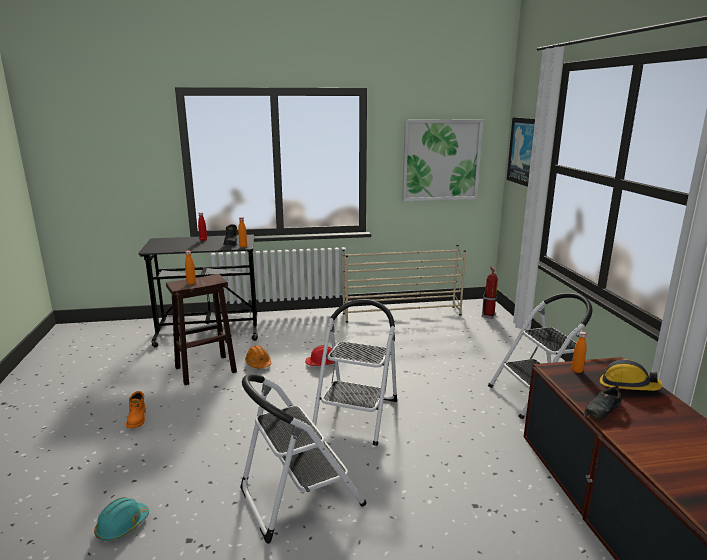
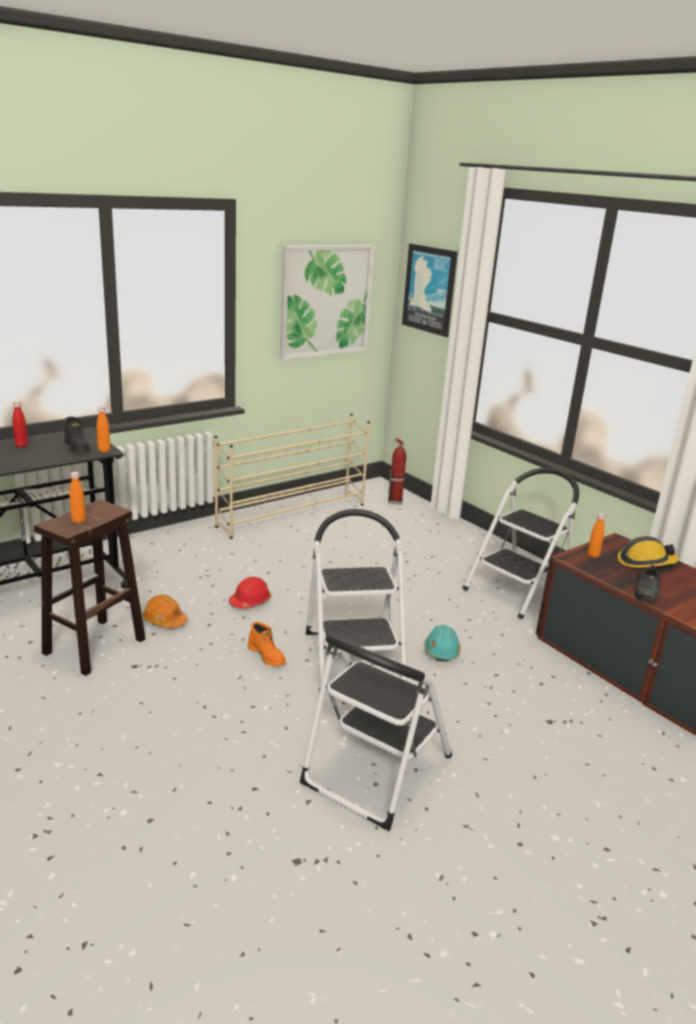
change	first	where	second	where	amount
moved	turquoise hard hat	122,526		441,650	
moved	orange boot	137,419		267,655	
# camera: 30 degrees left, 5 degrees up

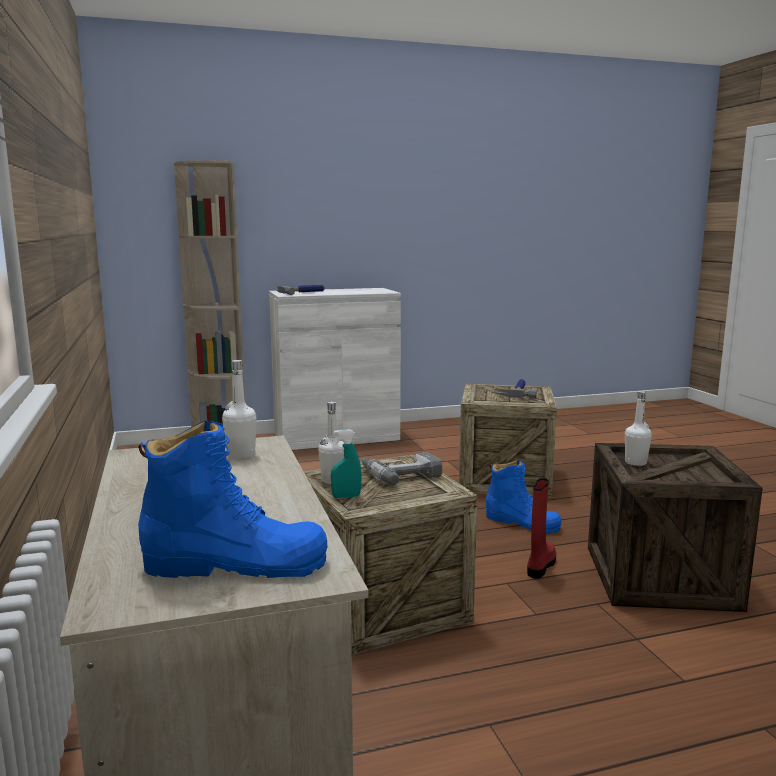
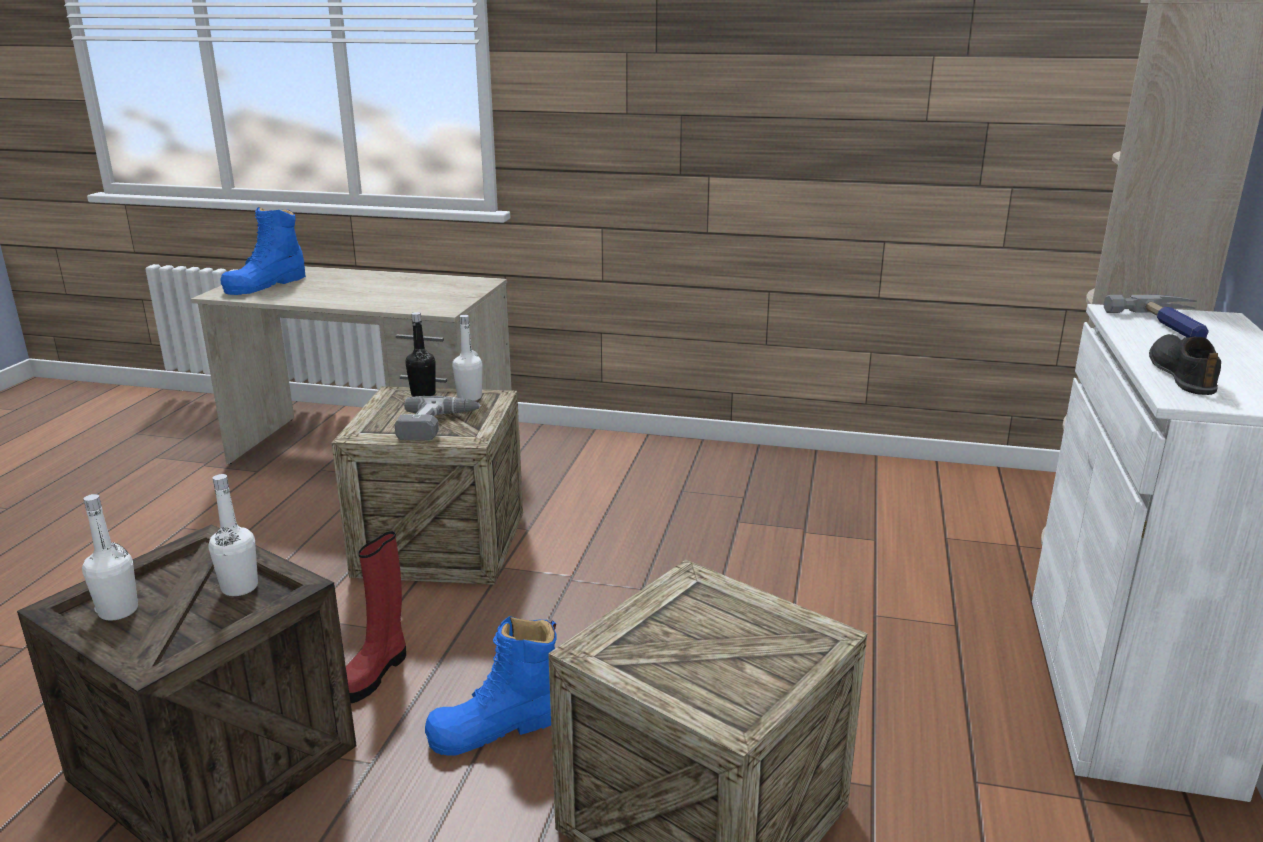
change	first	where	second	where	amount
removed	hammer	516,392			
added			black shoe	1182,373	
moved	white bottle	241,455		118,611	
replaced	turquoise spray bottle	346,496	black bottle	423,394	
turned	red boot	540,565		375,673	60 degrees clockwise
# camera: 120 degrees right, 10 degrees up

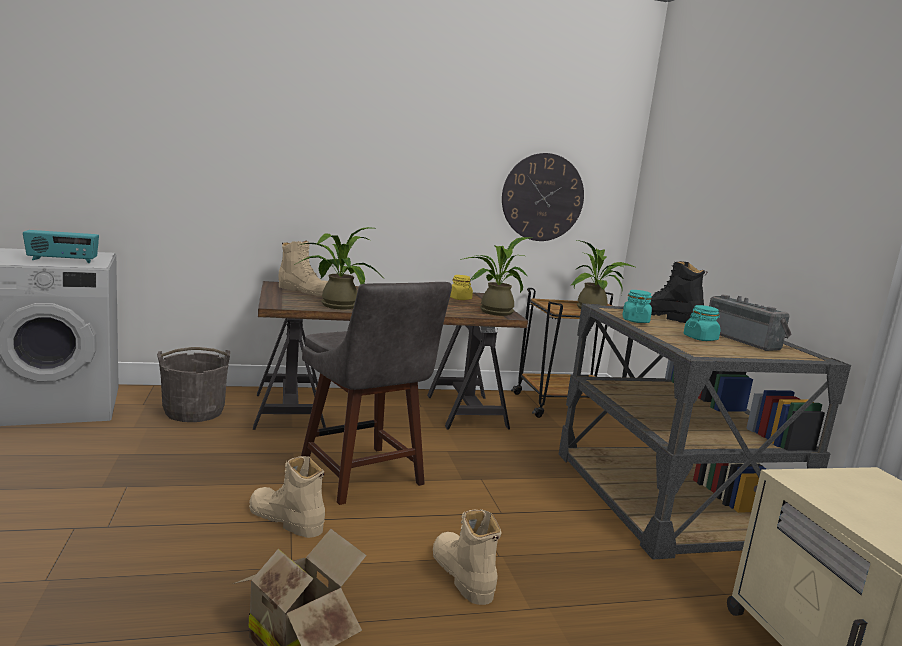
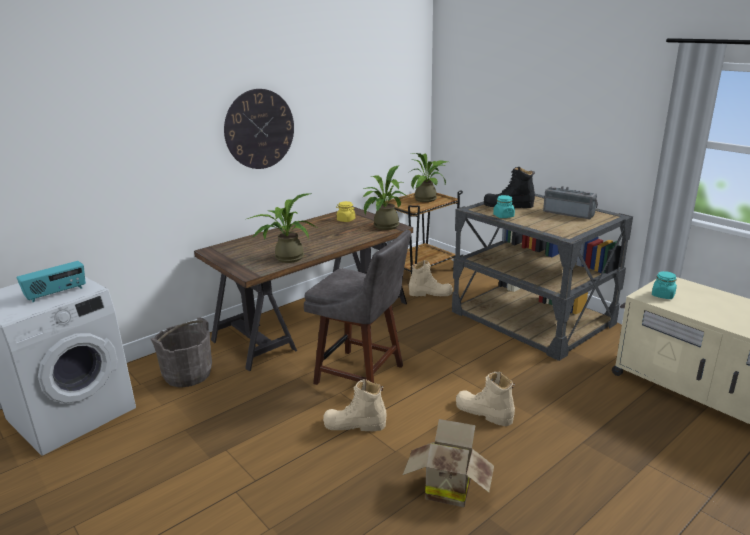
change	first	where	second	where	amount
moved	beige boot	305,291		430,293	
moved	wall clock	542,197		259,129	
moved	turquoise jar	700,338		663,295	
# camera: 25 degrees left, 10 degrees up

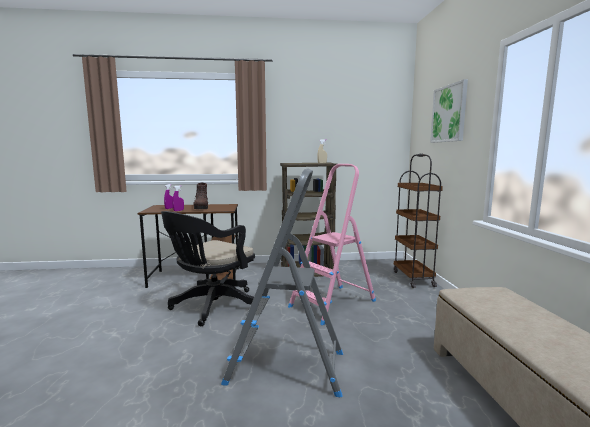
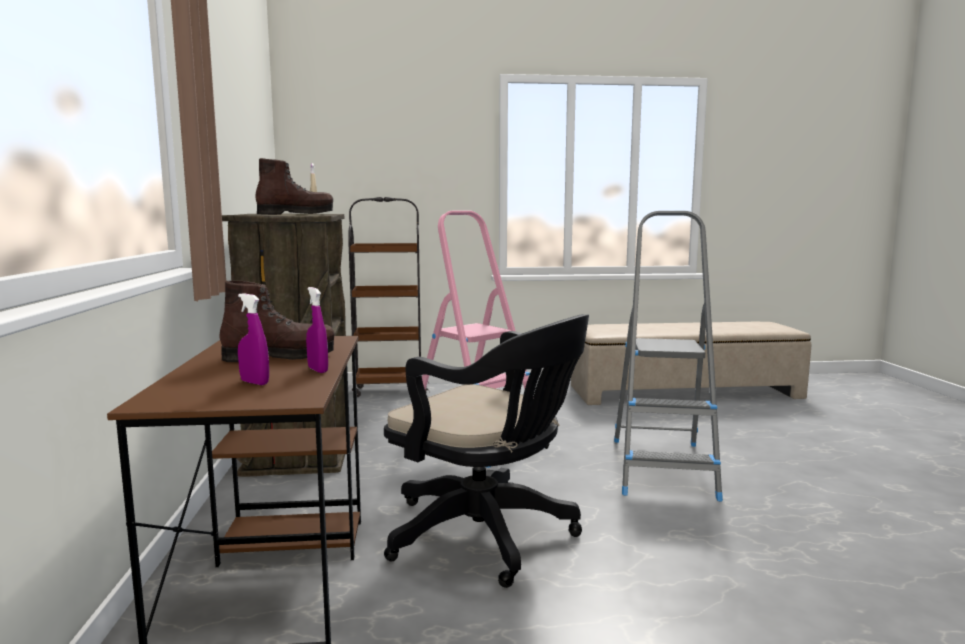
change	first	where	second	where	amount
removed	picture	449,113			
added			brown boot	296,214	
# camera: 90 degrees left, 0 degrees up

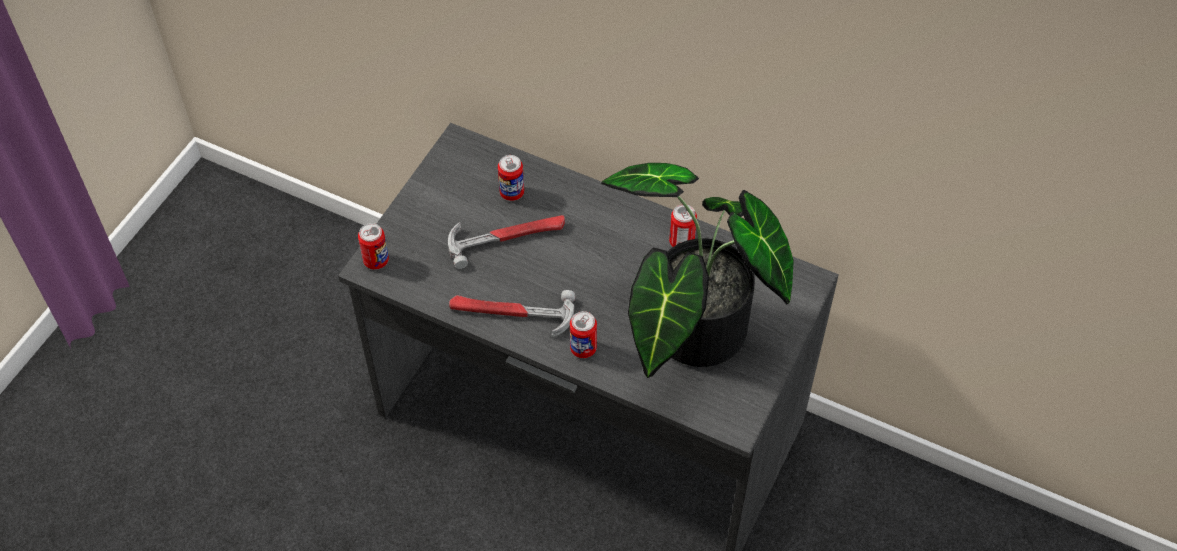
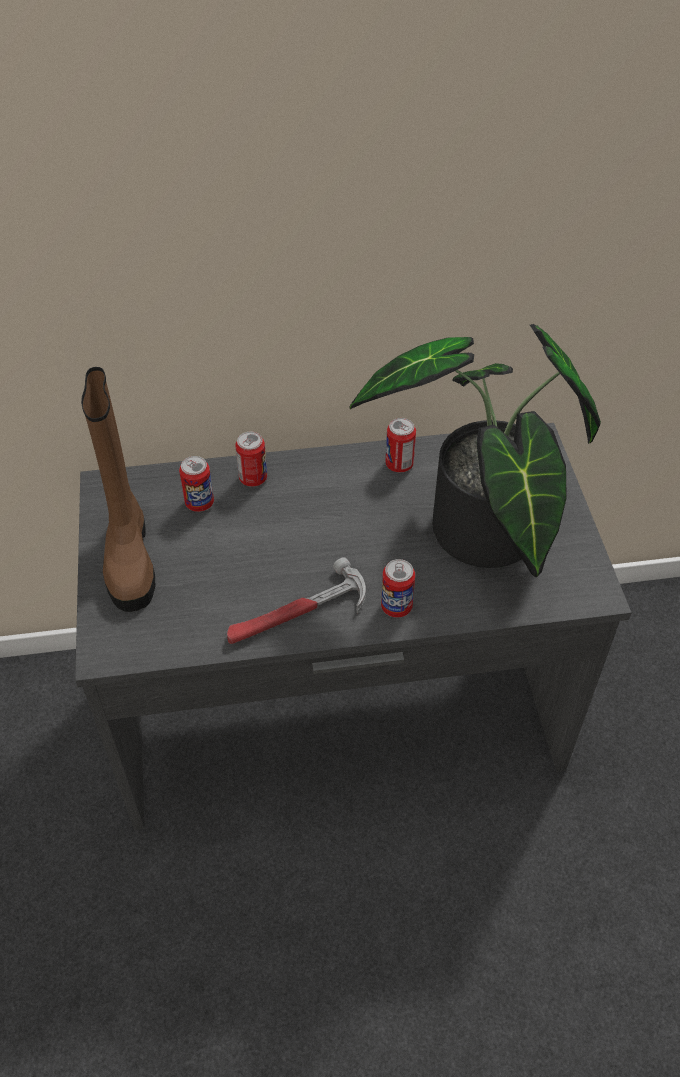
change	first	where	second	where	amount
removed	hammer	507,237			
added			brown boot	129,557	
moved	can	376,261		253,478	
# camera: 35 degrees left, 5 degrees down

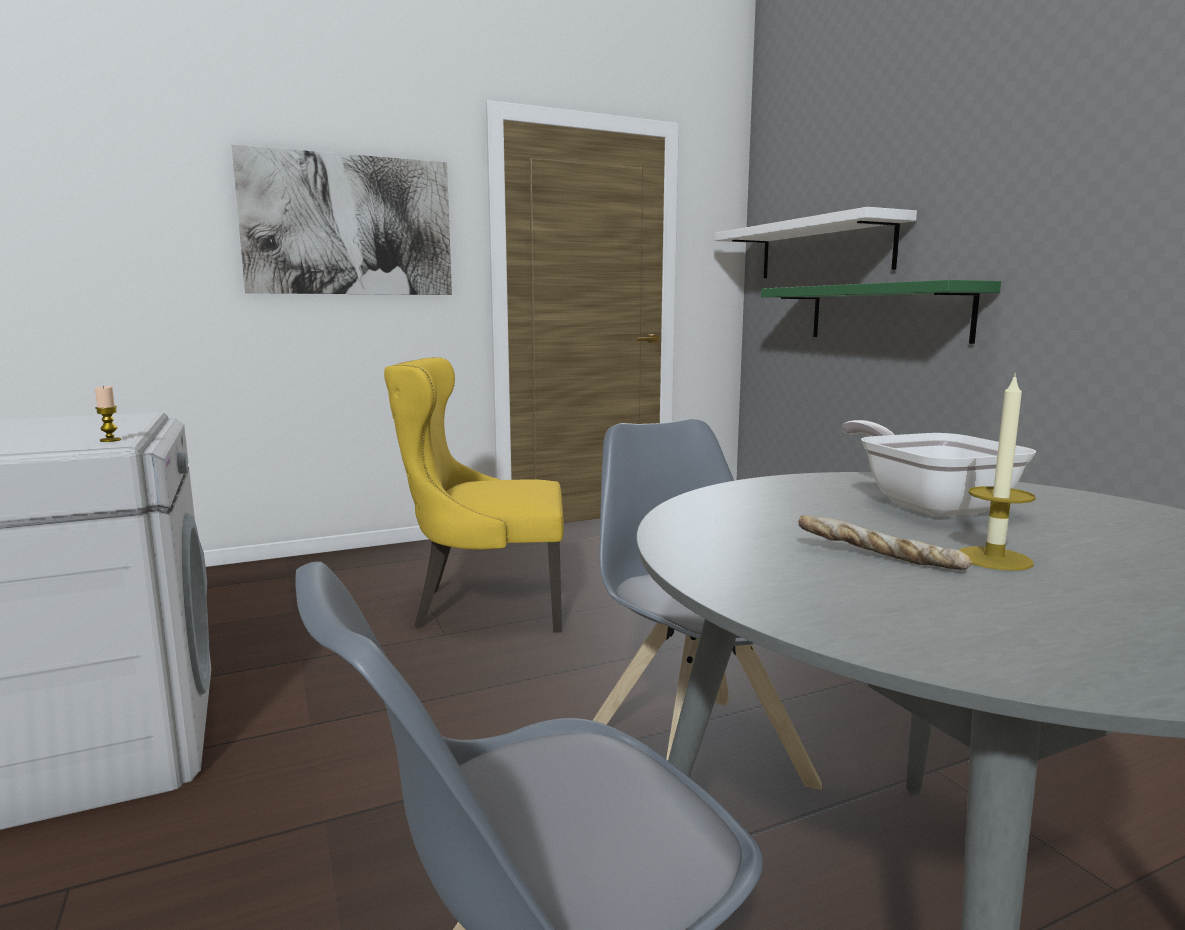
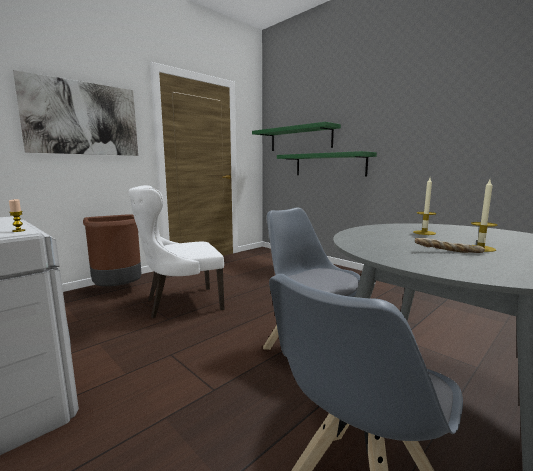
change	first	where	second	where	amount
added			brown trash can	118,290	
replaced	frying pan	927,503	candle	424,233	
recoloured	yellow chair	485,607	white chair	181,303	
recoloured	white shelf	824,249	green shelf	300,139	
# camera: 20 degrees left, 0 degrees up

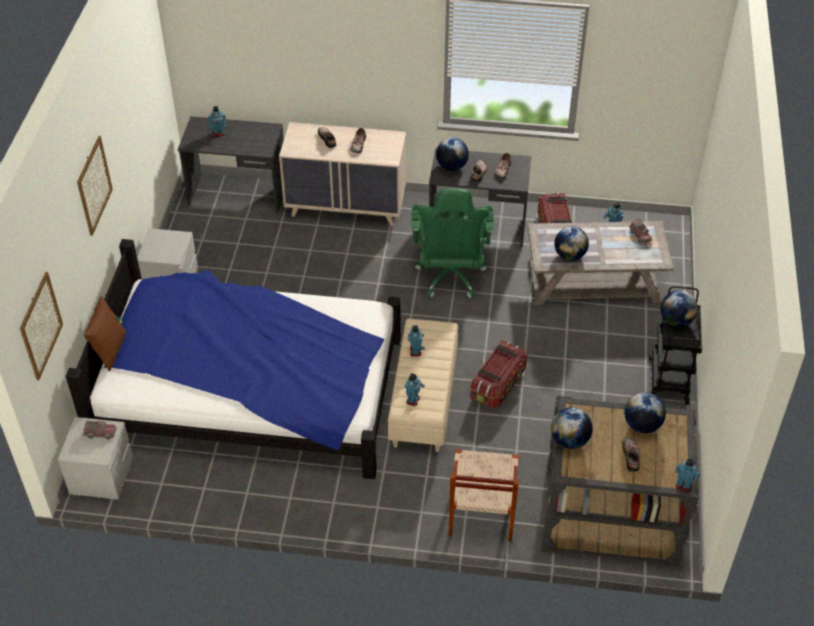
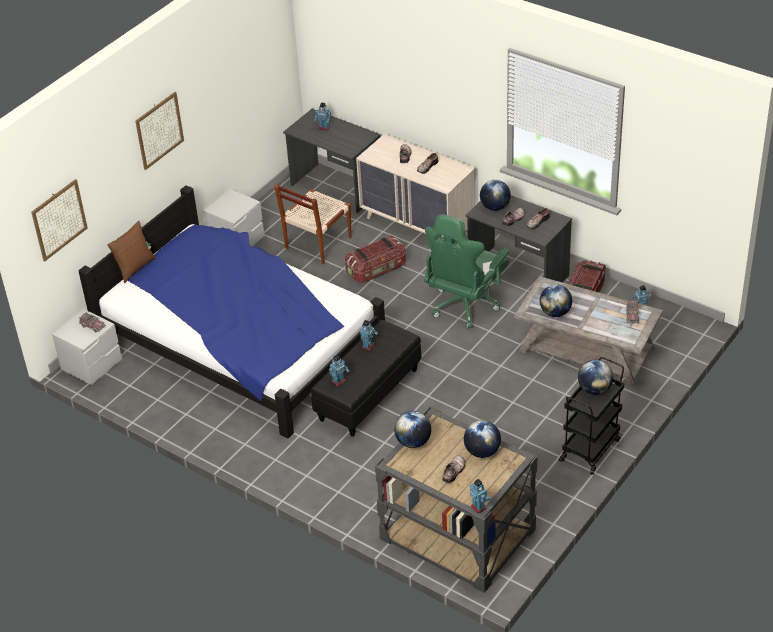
change	first	where	second	where	amount
moved	chair	481,514		317,244	
moved	storage box	498,384		377,270	
recoloured	beige ottoman	422,402	black ottoman	368,395	
# camera: 30 degrees right, 5 degrees down

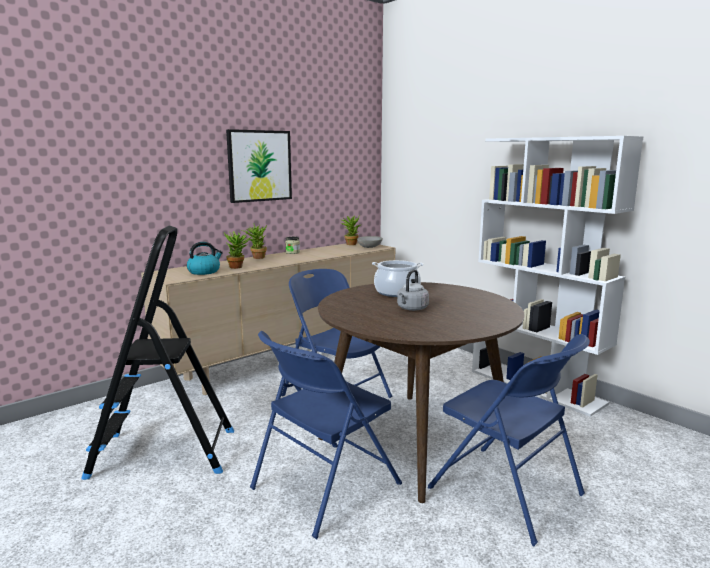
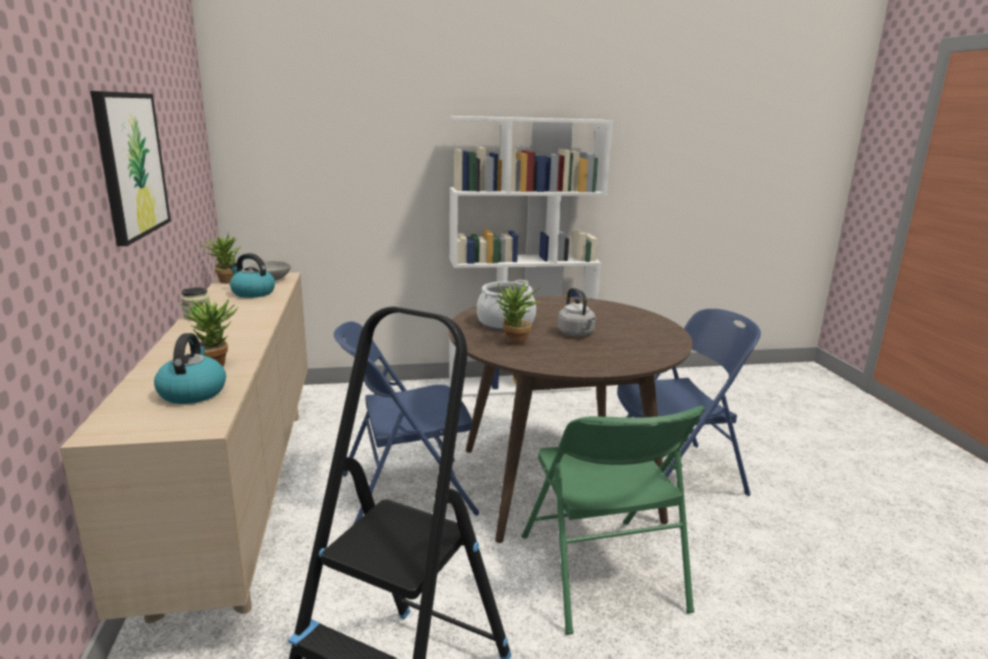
change	first	where	second	where	amount
added			kettle	252,293	
moved	potted plant	256,257		514,342	
recoloured	blue chair	325,486	green chair	600,572	
# camera: 60 degrees left, 5 degrees up

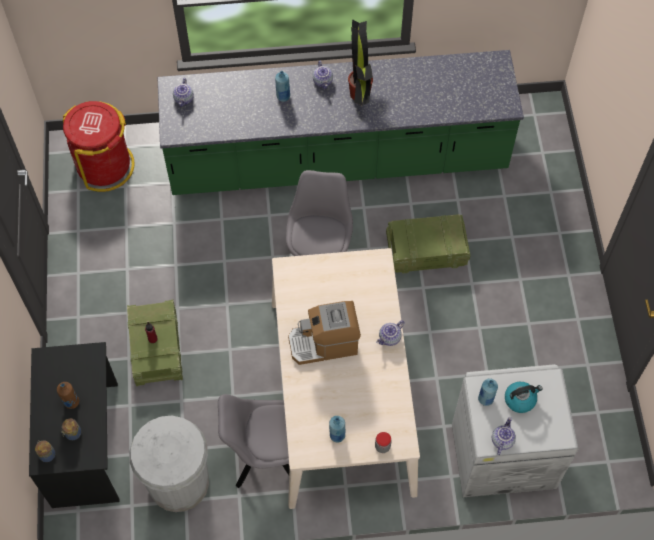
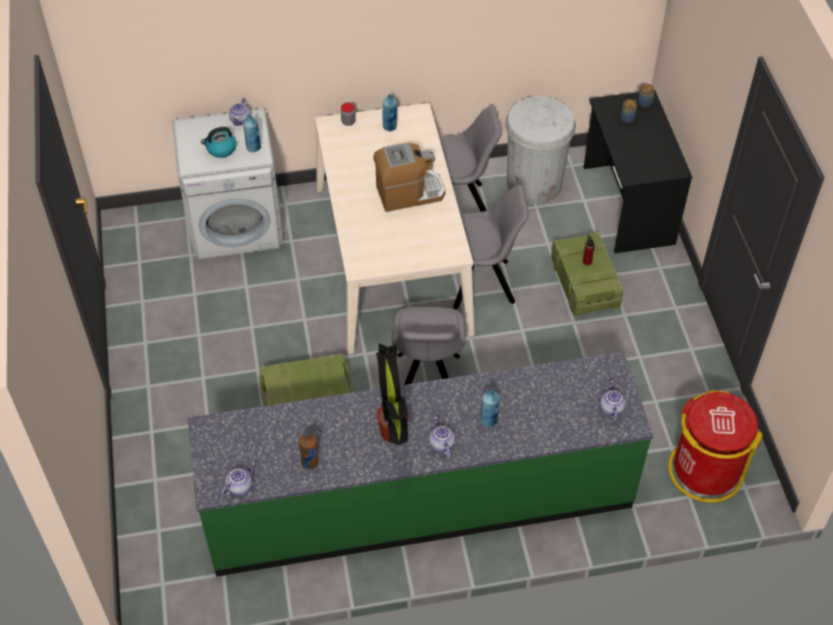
change	first	where	second	where	amount
added			grey chair	481,284	
moved	brown bottle	71,402		310,462	
moved	teapot	390,338		239,486	
# camera: 175 degrees right, 10 degrees down

